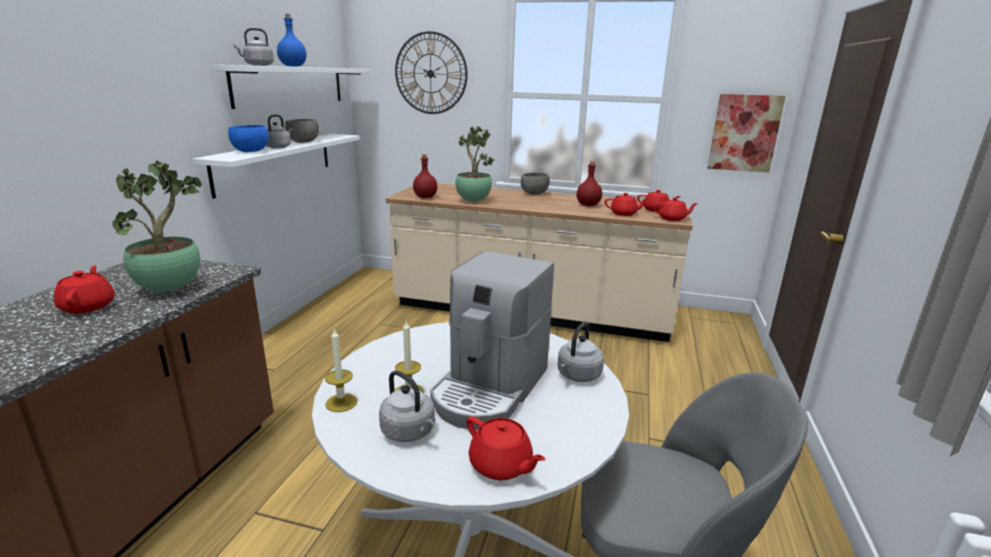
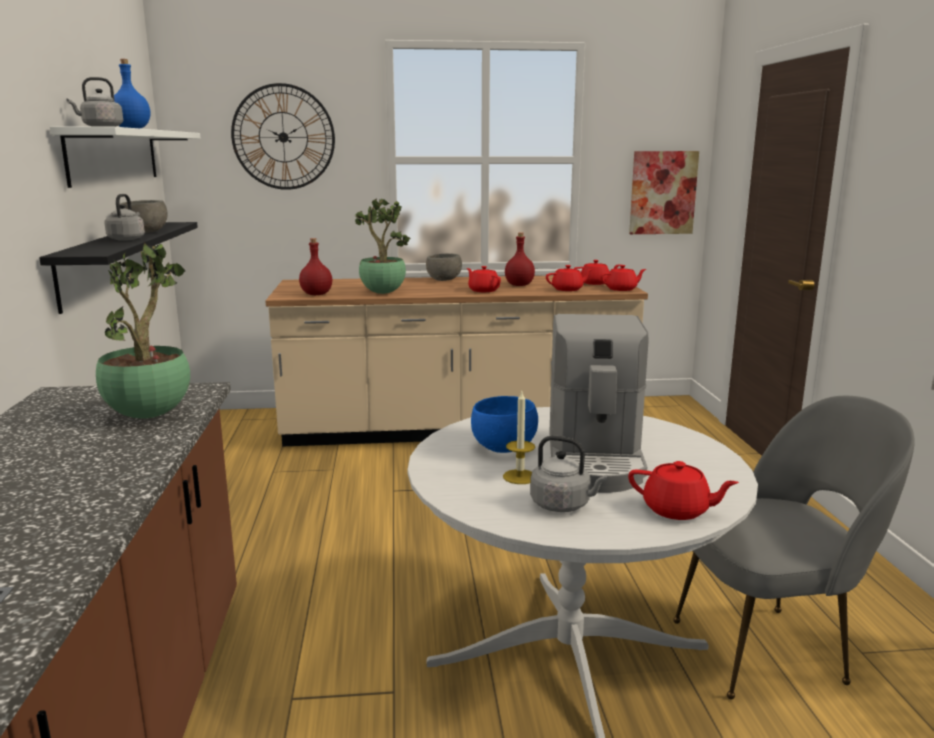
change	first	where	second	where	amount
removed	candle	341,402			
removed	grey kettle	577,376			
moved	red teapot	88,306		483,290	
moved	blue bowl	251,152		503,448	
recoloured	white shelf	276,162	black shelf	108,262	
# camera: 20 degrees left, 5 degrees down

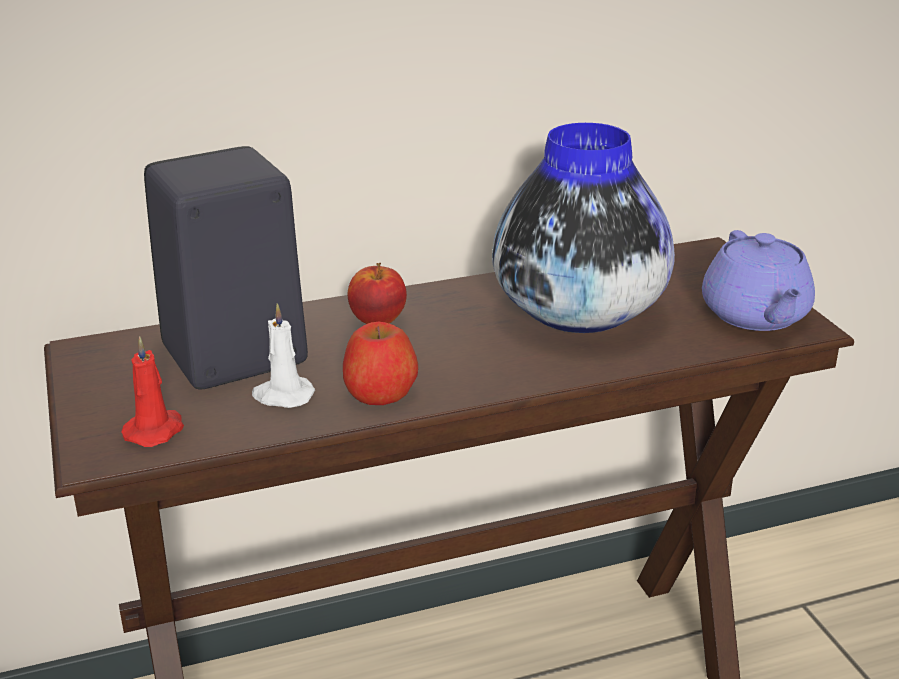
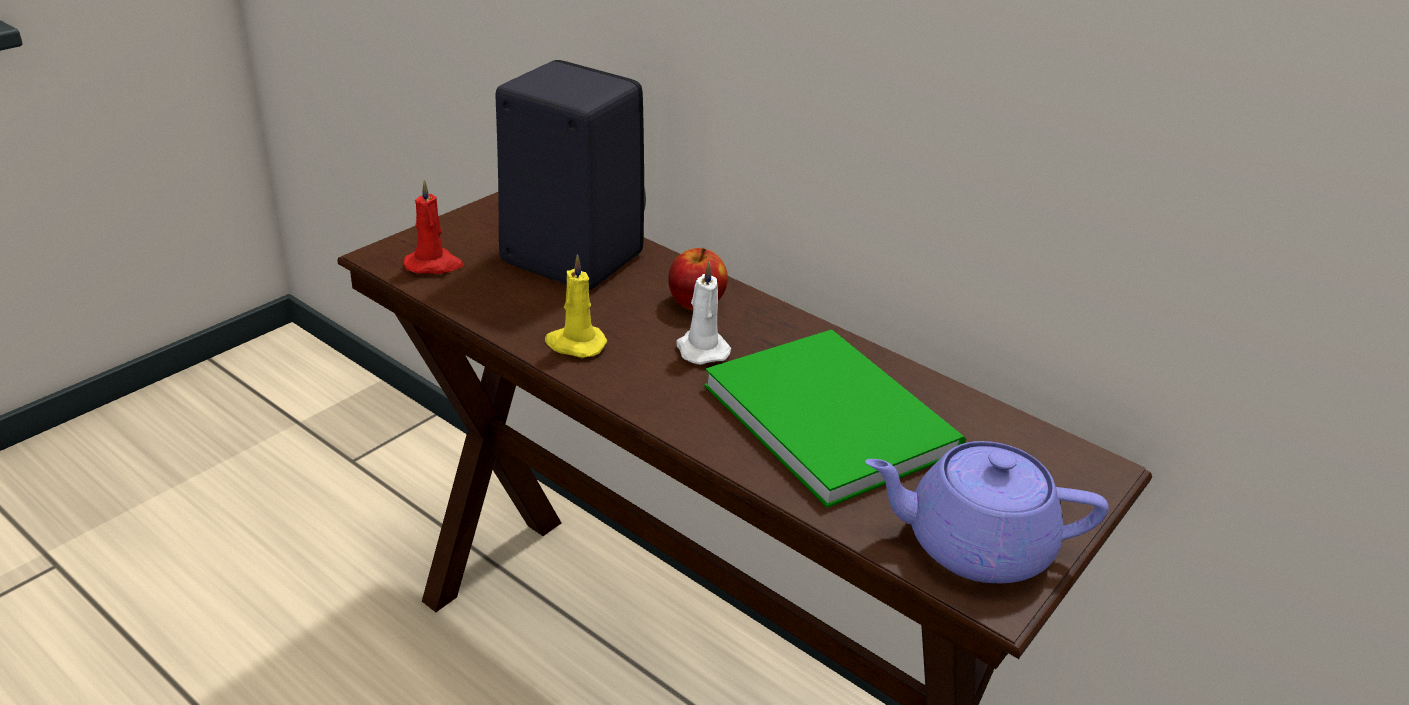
change	first	where	second	where	amount
moved	white candle	282,395		701,349	
replaced	apple	380,392	yellow candle	574,344	
replaced	vase	577,314	green book	830,413	
turned	purple teapot	755,315		972,544	45 degrees clockwise
# camera: 55 degrees right, 5 degrees up

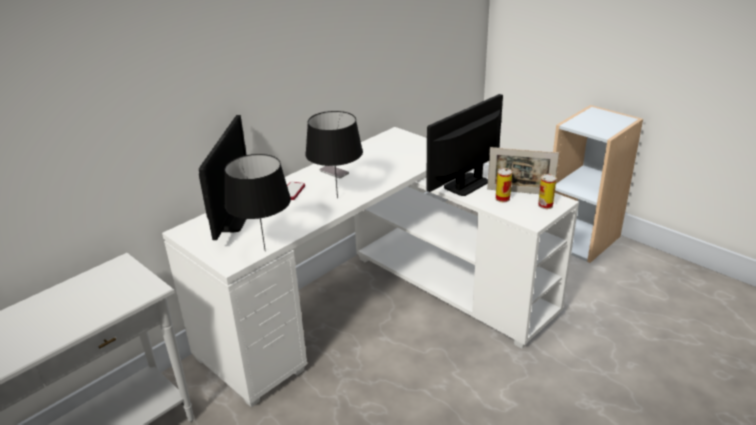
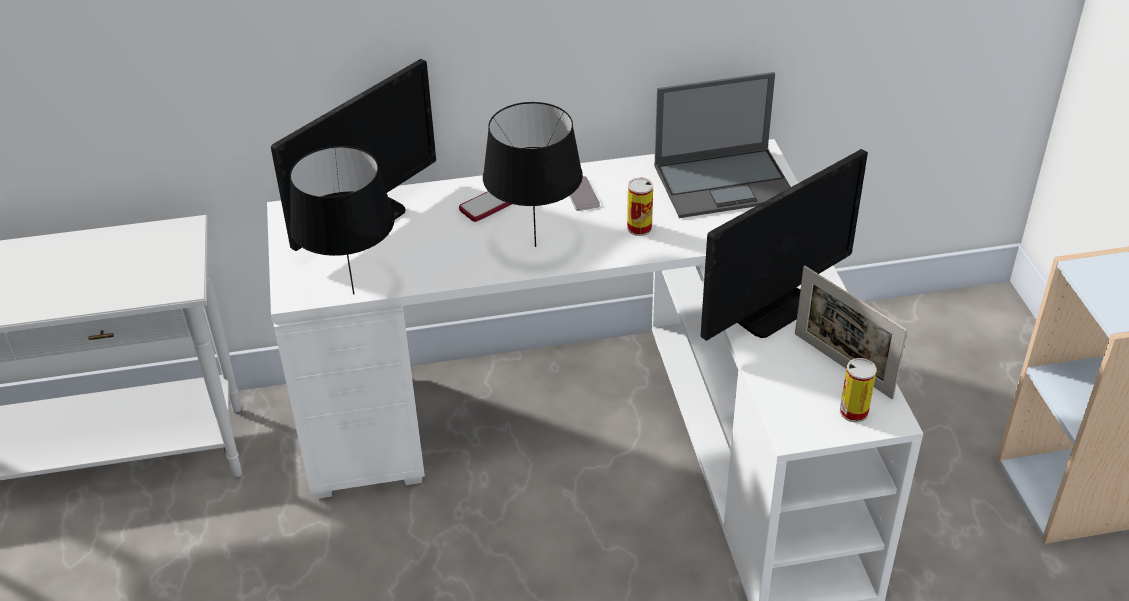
change	first	where	second	where	amount
added			laptop	725,182	
moved	can	502,198		639,228	
turned	monitor	466,184		771,308	150 degrees clockwise
# camera: 35 degrees right, 10 degrees up

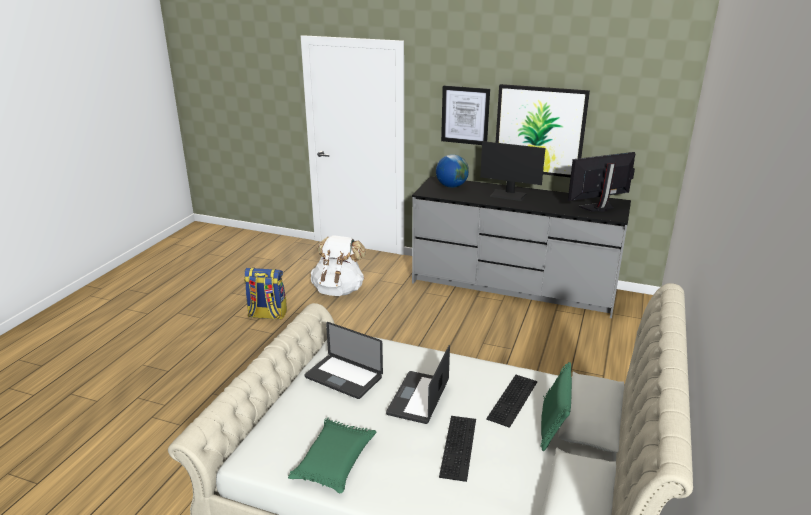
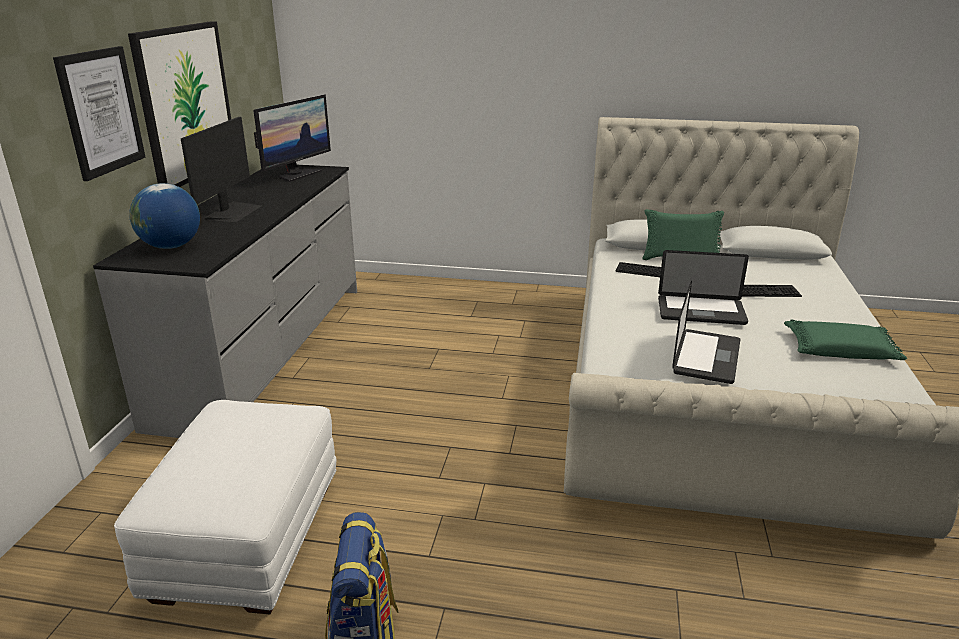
change	first	where	second	where	amount
replaced	white backpack	339,290	white ottoman	248,539	
turned	monitor	598,207		297,174	120 degrees counterclockwise
# camera: 100 degrees left, 0 degrees up

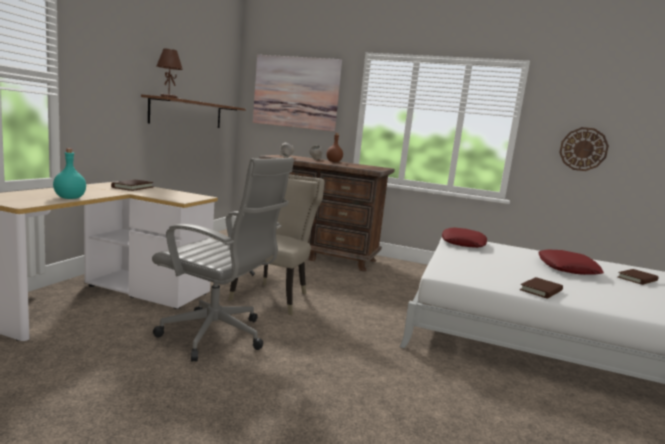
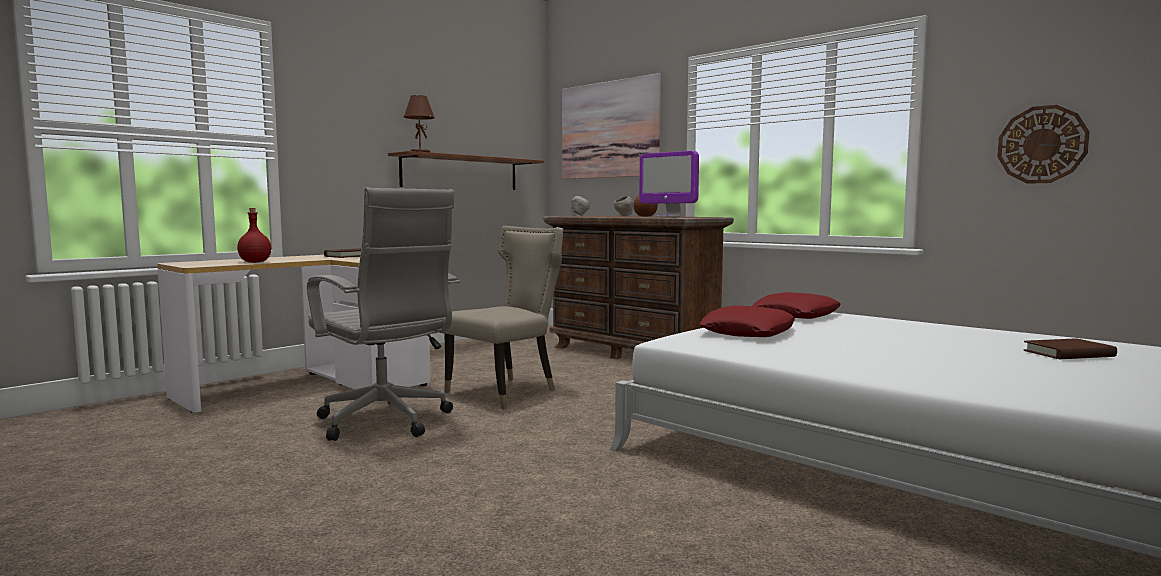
change	first	where	second	where	amount
removed	brown book	541,290			
added			monitor	668,216	
moved	red pillow	567,268		748,332	
recoloured	turquoise bottle	70,198	red bottle	255,262	
# camera: 25 degrees right, 5 degrees down

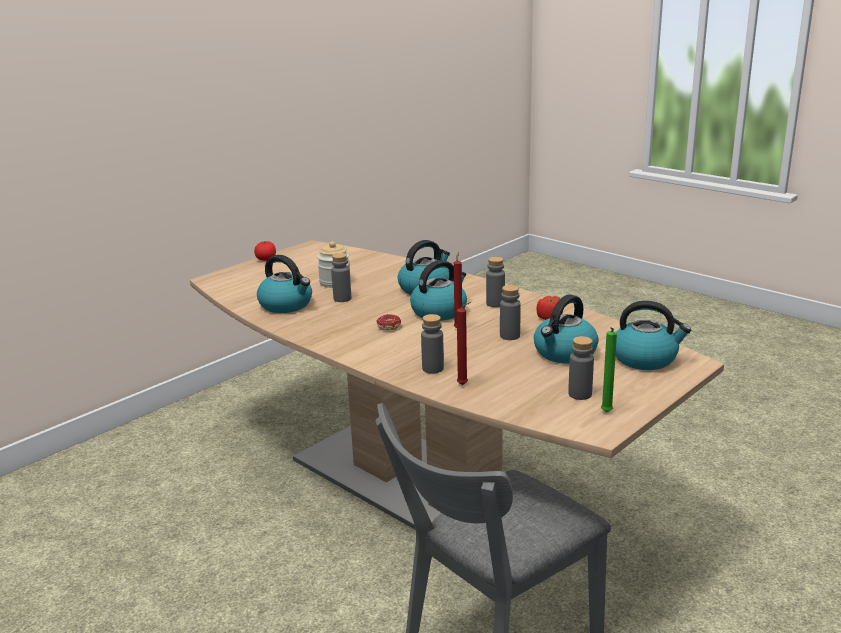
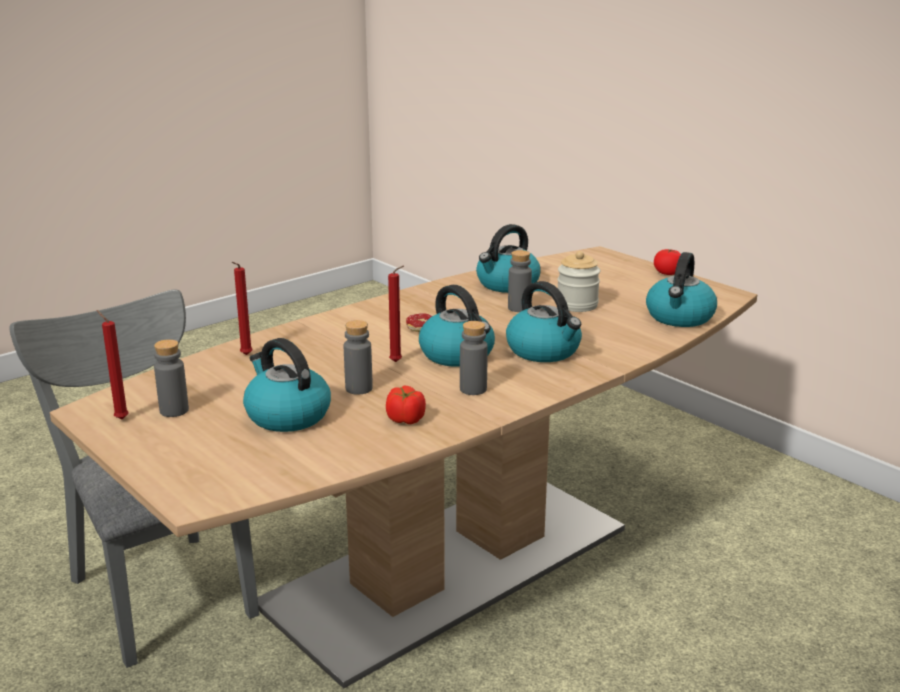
change	first	where	second	where	amount
removed	grey bottle	433,368			
moved	kettle	645,359		680,317	
recoloured	green candle	606,413	red candle	120,419	
# camera: 95 degrees right, 0 degrees up

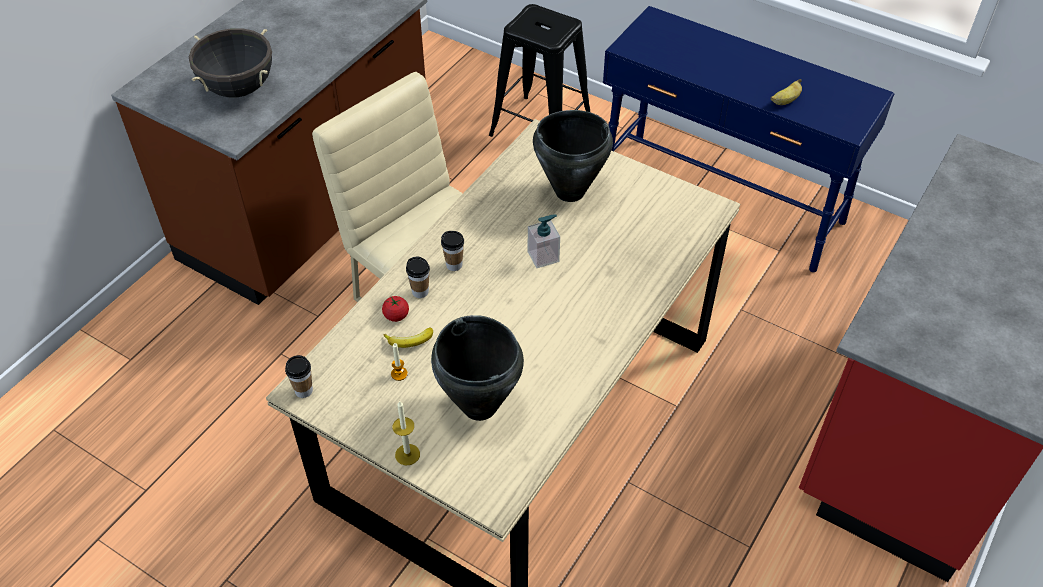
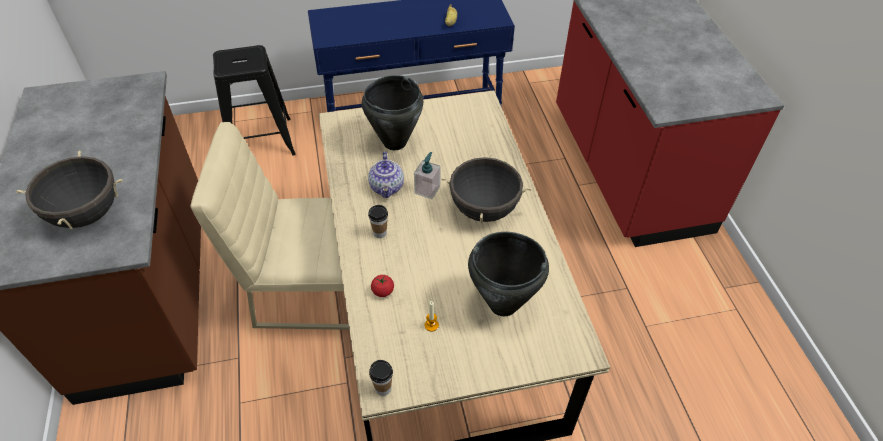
change	first	where	second	where	amount
removed	banana	410,341			
removed	candle	407,454			
removed	cup	420,292			
added			teapot	387,188	
added			black cooking pot	484,210	
# camera: 45 degrees left, 0 degrees up

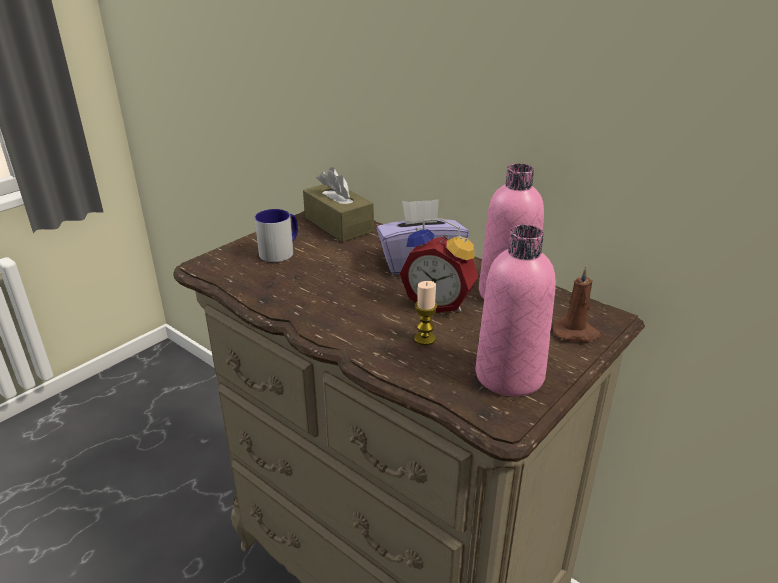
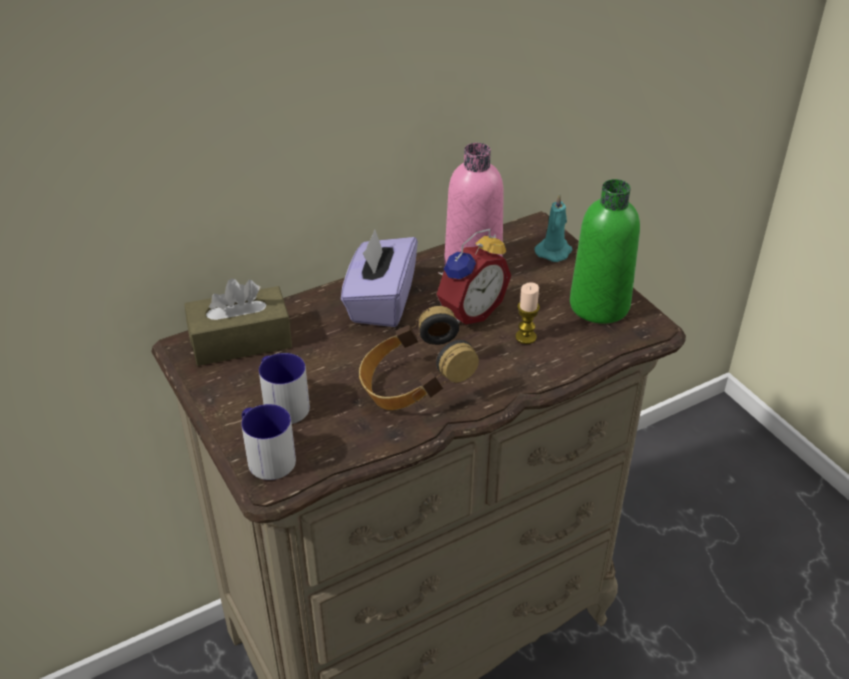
change	first	where	second	where	amount
added			mug	266,456	
added			headphones	414,388	
recoloured	pink bottle	509,376	green bottle	599,305	
recoloured	brown candle	576,333	turquoise candle	554,251	
# camera: 70 degrees left, 10 degrees up

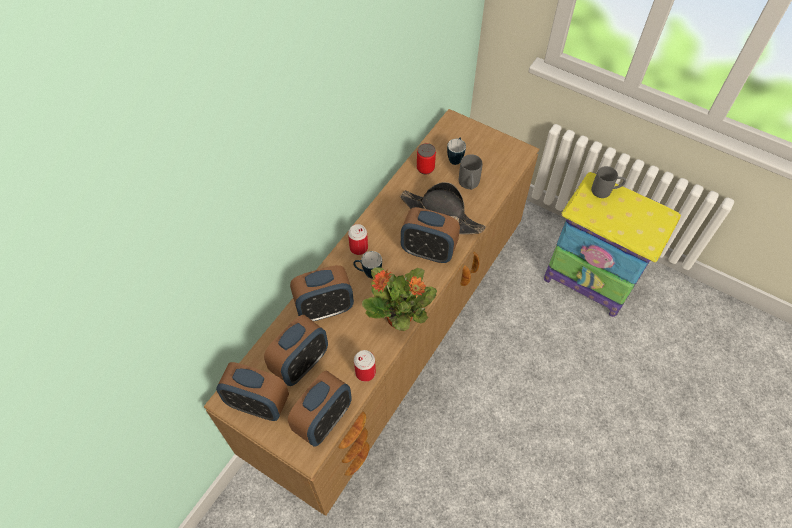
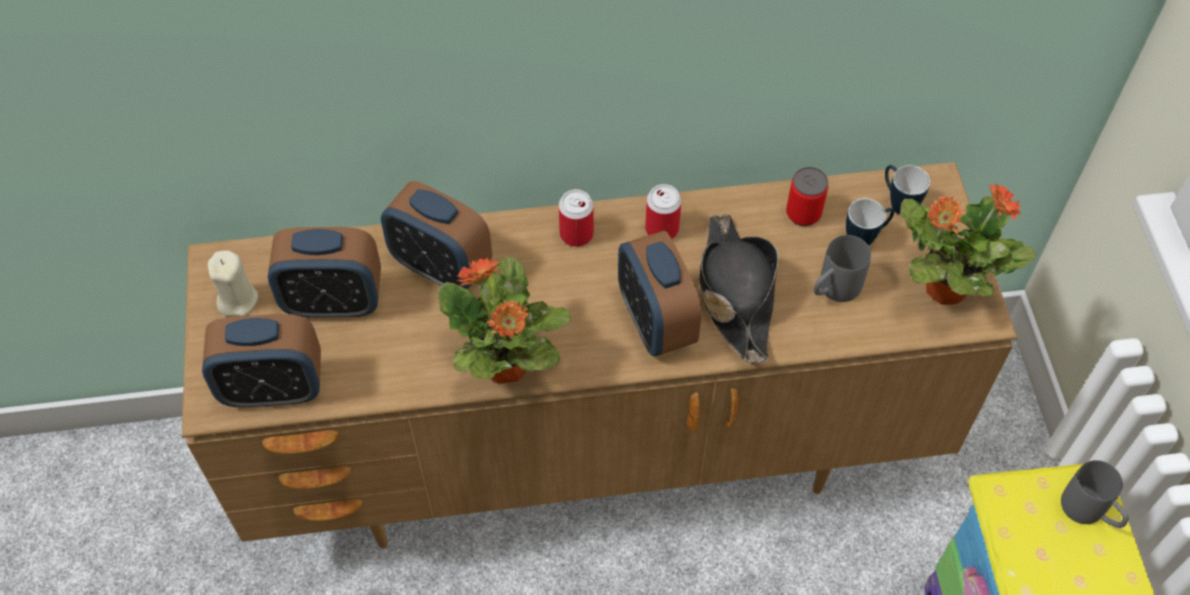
change	first	where	second	where	amount
added			potted plant	943,287	
moved	mug	368,273		897,203	
moved	can	365,372		662,229	
replaced	alarm clock	258,404	beige candle	237,299	
# camera: 50 degrees right, 0 degrees up

